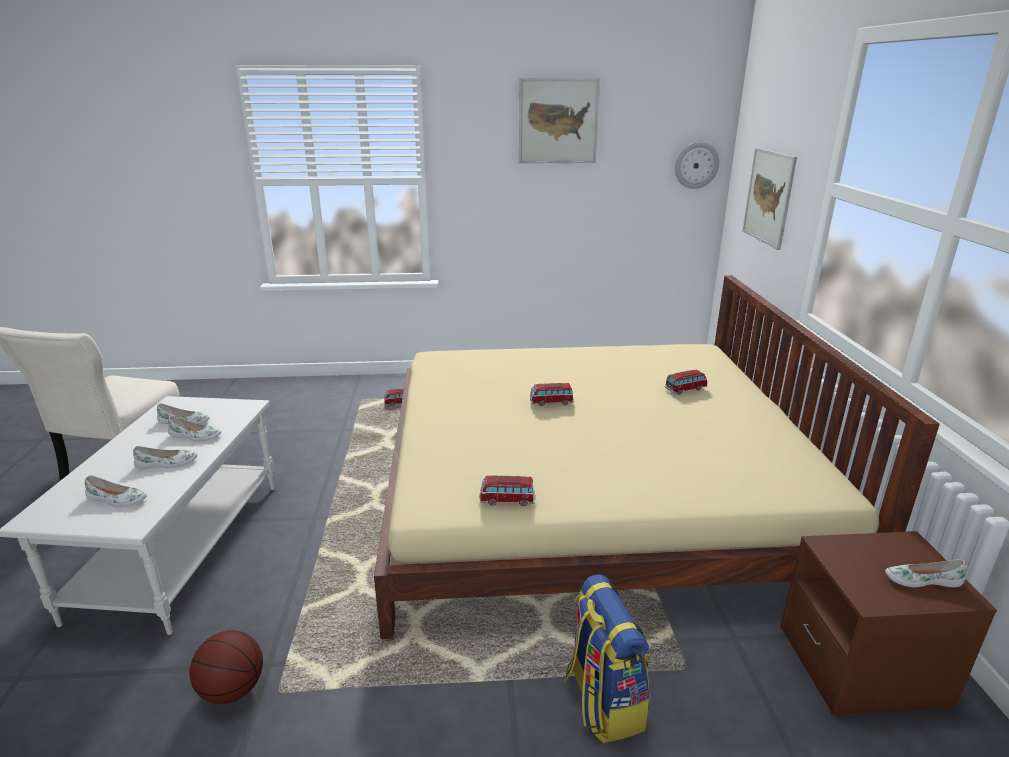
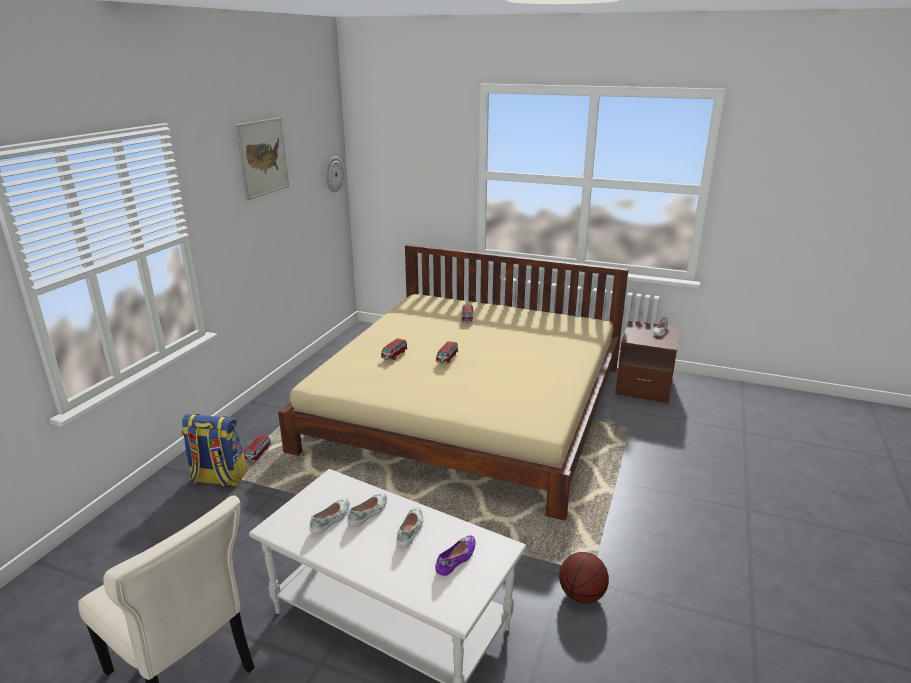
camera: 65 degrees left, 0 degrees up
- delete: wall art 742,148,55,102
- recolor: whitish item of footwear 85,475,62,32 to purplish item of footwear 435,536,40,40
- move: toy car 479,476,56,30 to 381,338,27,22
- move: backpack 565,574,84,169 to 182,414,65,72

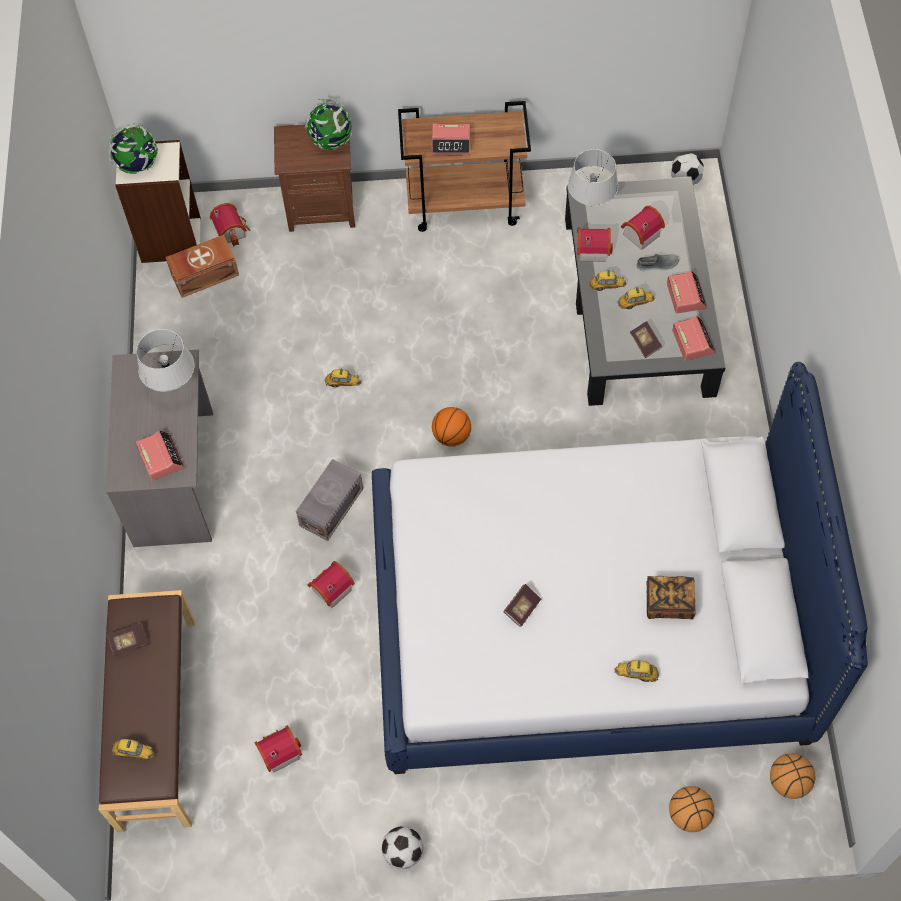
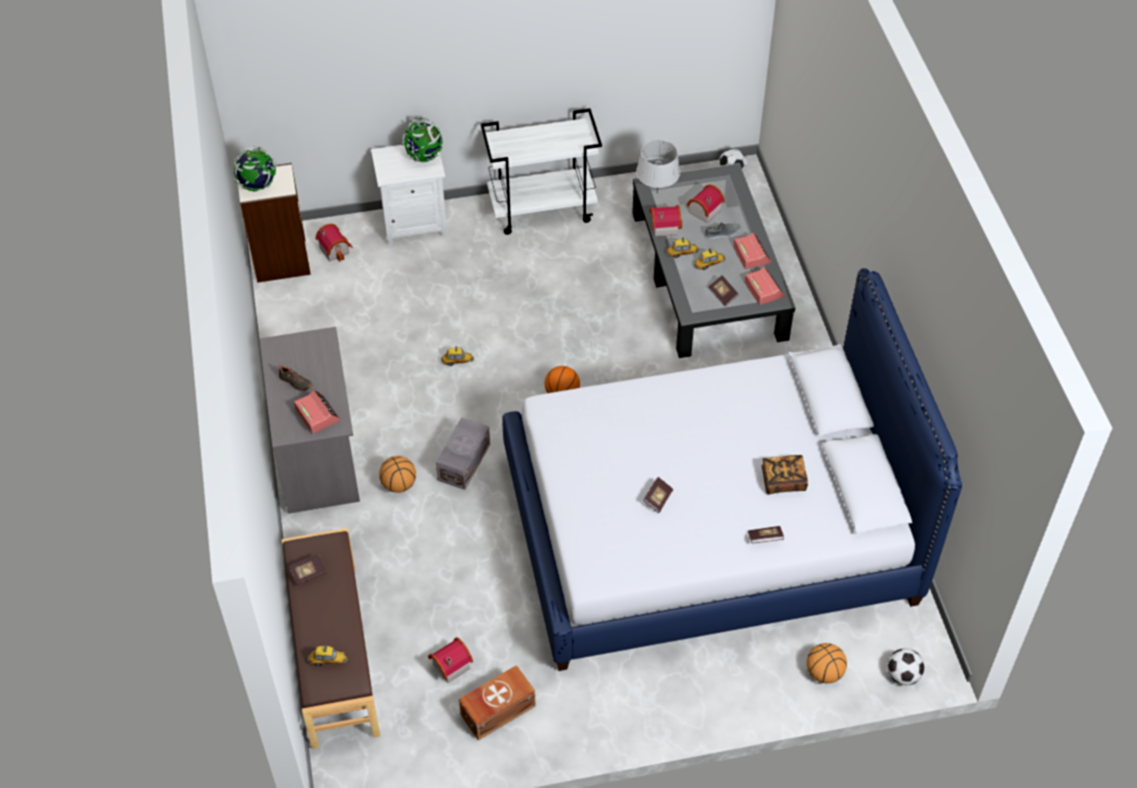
camera: 10 degrees left, 10 degrees down
- recolor: brown cart 398,101,133,131 to whitish cart 481,108,121,127
- recolor: brown bedside table 274,124,81,108 to whitish bedside table 371,145,76,100
- delete: alarm clock 432,124,38,31
- move: brown storage bin 166,235,73,63 to 459,665,77,75
- delete: grey table lamp 136,329,59,63
- delete: toy house 307,561,48,48
- replace: toy car 614,660,45,22 to bound book 748,526,36,18
- move: ball for basketball 770,753,45,46 to 379,456,37,37
- move: football ball 382,826,41,43 to 887,648,37,37
- insert: blackish item of footwear 278,364,34,27

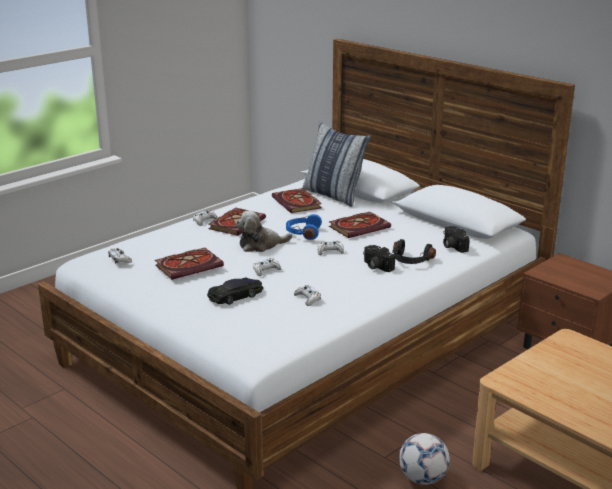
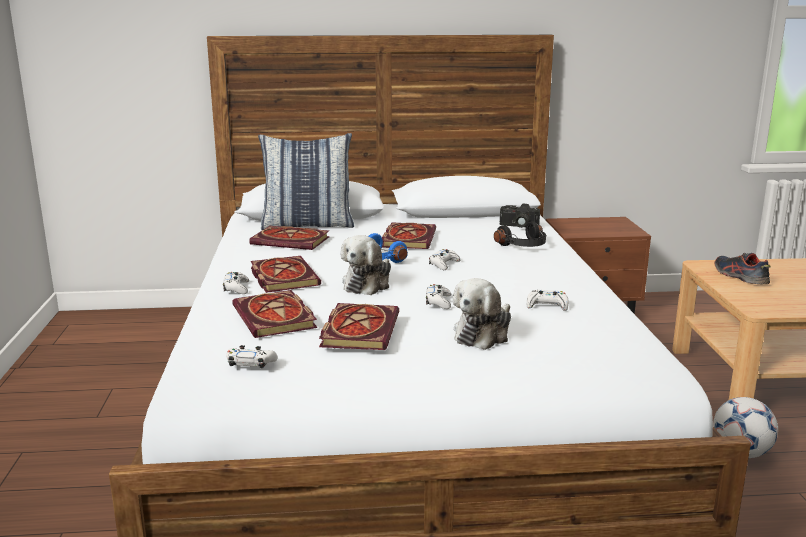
camera: 50 degrees left, 5 degrees down
- delete: photo camera 363,245,32,27
- replace: blackish toy car 207,278,56,27 to soft toy 453,278,58,72
- insert: item of footwear 715,253,56,32
- insert: bound book 232,290,85,48

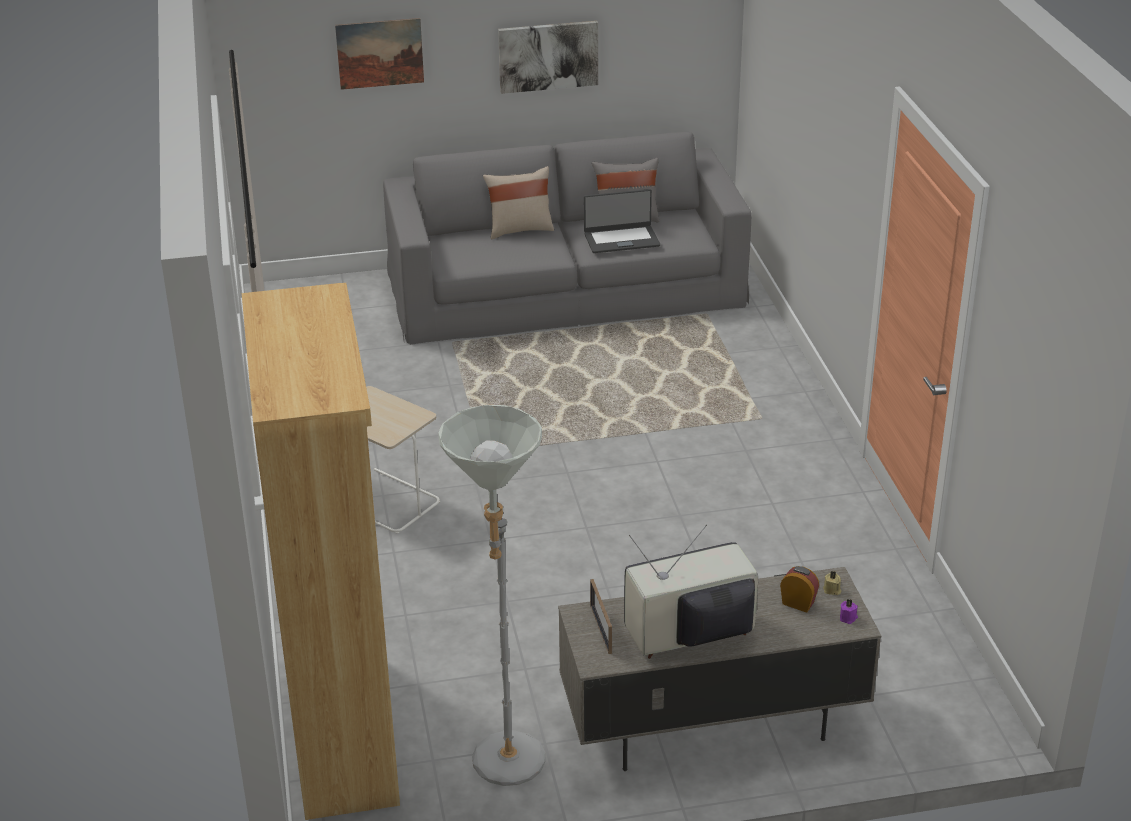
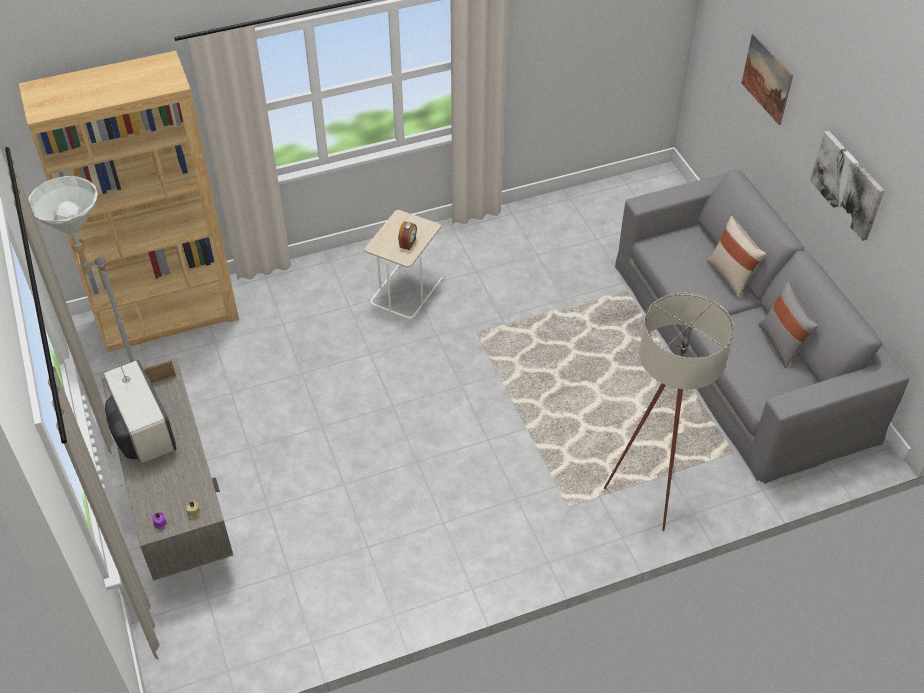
camera: 80 degrees right, 15 degrees up
- delete: portable computer 584,189,76,64
- move: alarm clock 780,566,39,47 to 398,222,19,28
- insert: sand-coloured standard lamp 604,293,130,238

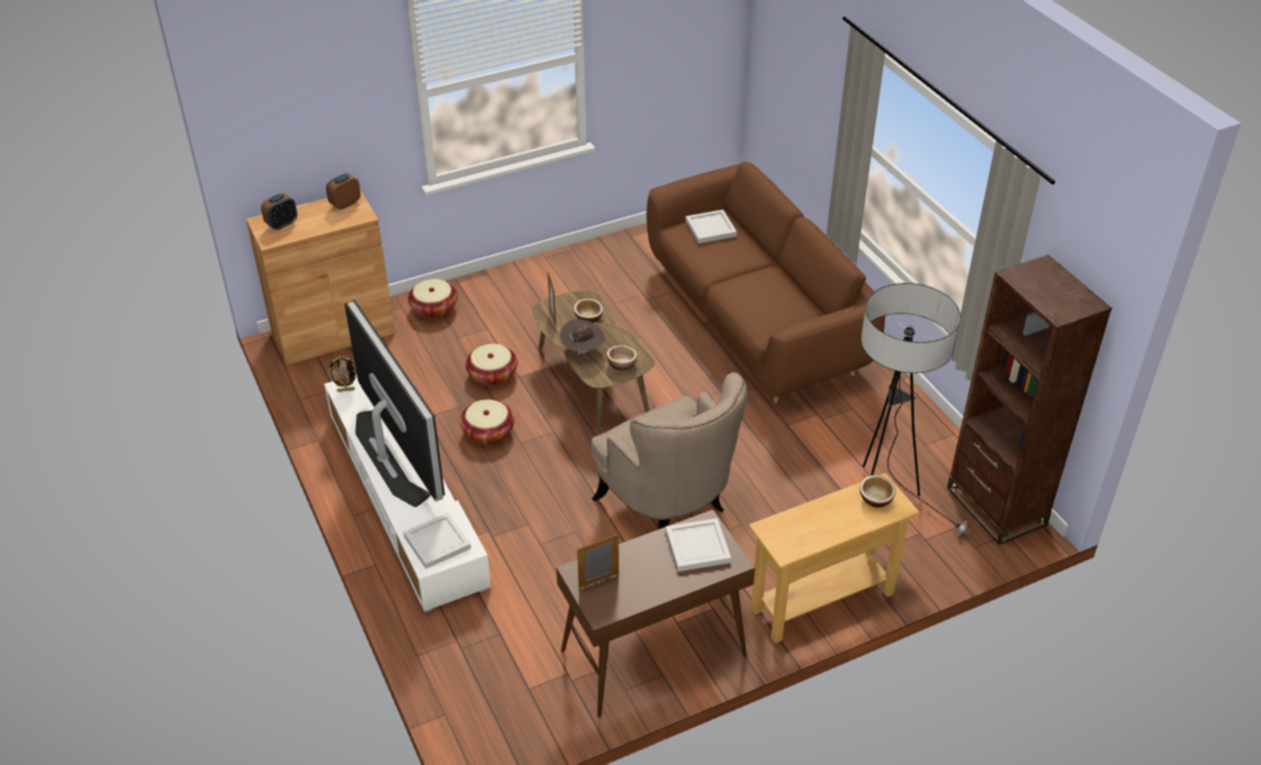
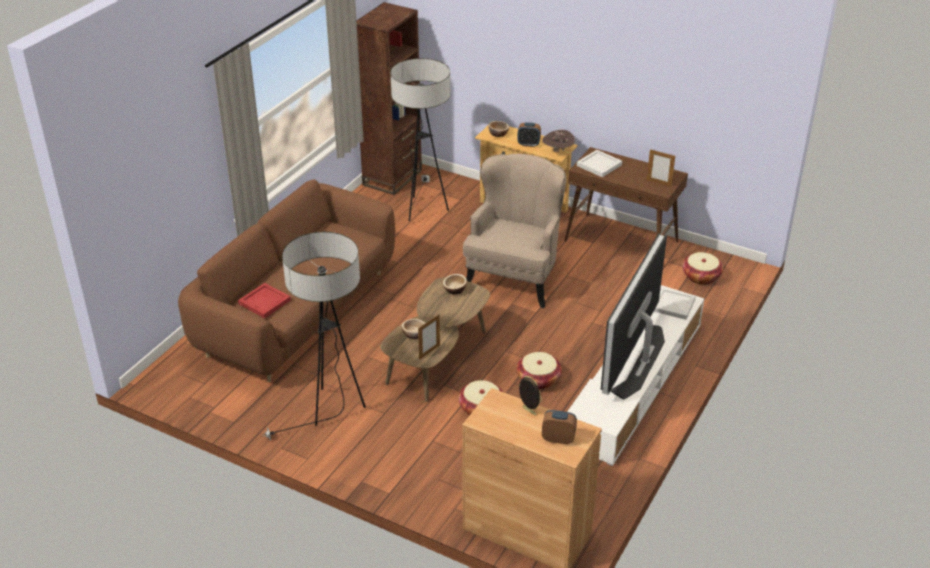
camera: 125 degrees left, 5 degrees down
- move: alarm clock 326,173,35,37 to 517,122,24,25
- recolor: whitish carrying tray 686,210,51,34 to reddish carrying tray 238,283,53,35
- move: storage basket 408,279,49,40 to 682,252,41,33
- move: brown wearable hat 560,319,45,36 to 542,130,33,22
- move: picture frame 327,356,30,36 to 519,376,23,39
- insert: standard lamp 262,232,104,209

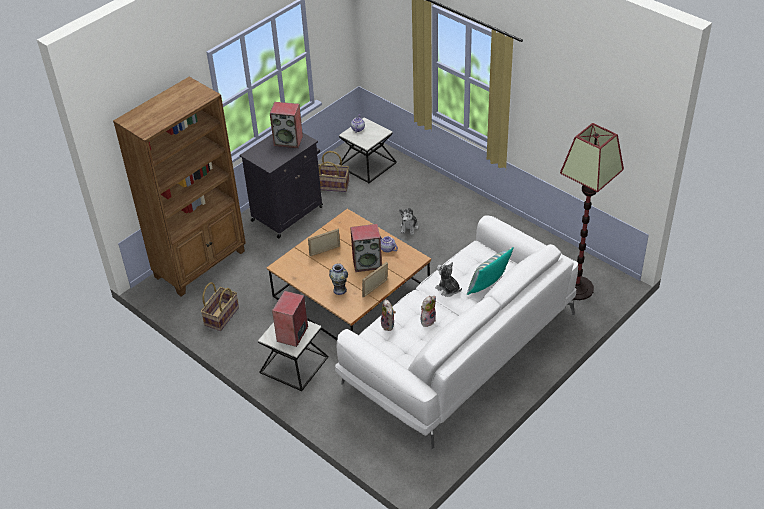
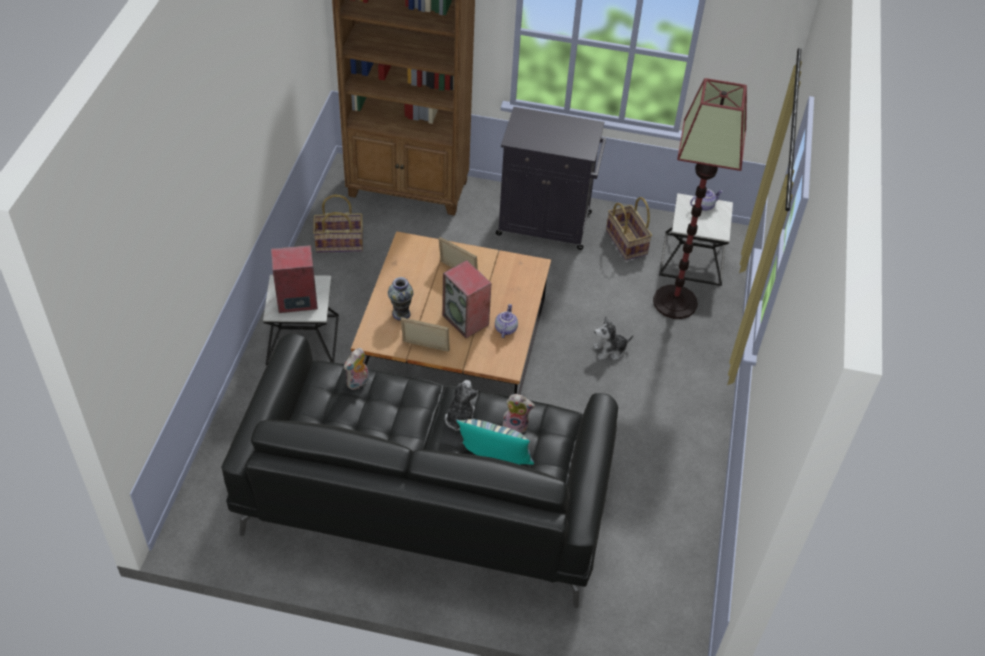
camera: 55 degrees right, 5 degrees up
- delete: loudspeaker 270,102,33,46
- move: standard lamp 560,123,64,177 to 653,78,94,241
- recolor: whitish sofa 335,215,243,234 to blackish sofa 221,333,397,275
- move: soft toy 421,296,15,31 to 502,394,33,39

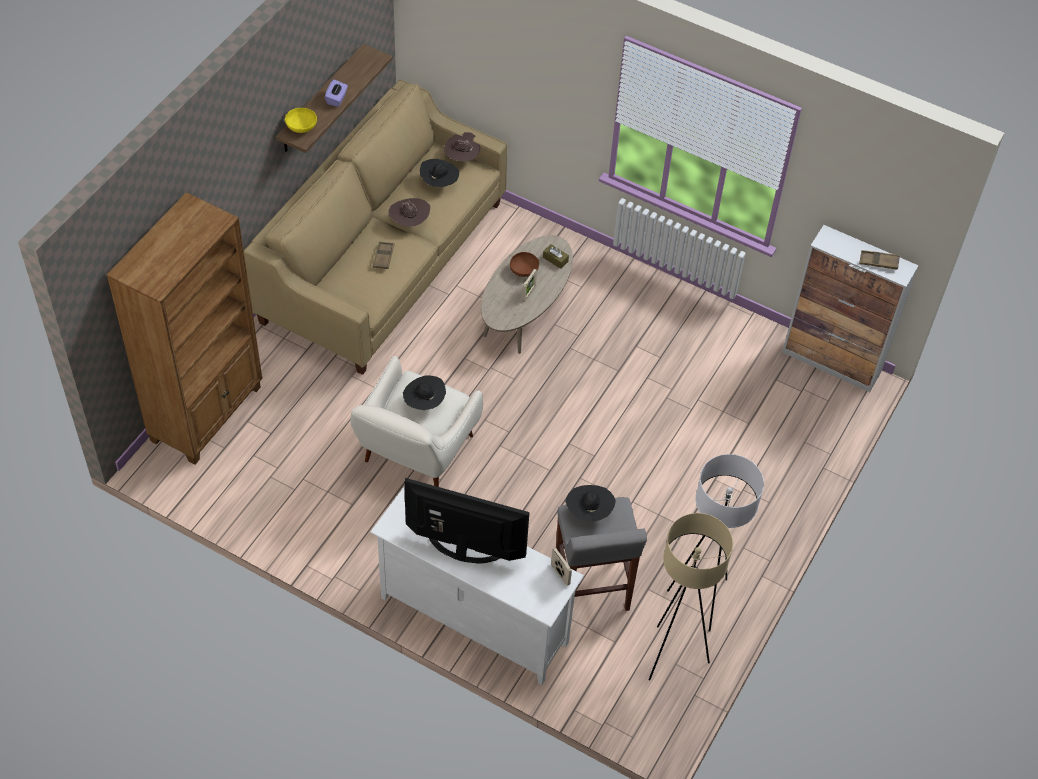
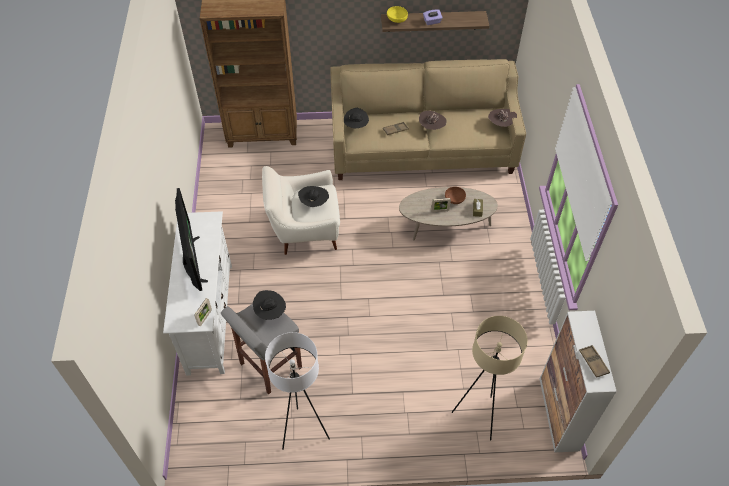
camera: 60 degrees right, 0 degrees up
- move: blackish wearable hat 420,159,39,29 to 344,108,25,21
- move: sand-coloured standard lamp 648,513,85,168 to 452,316,76,125

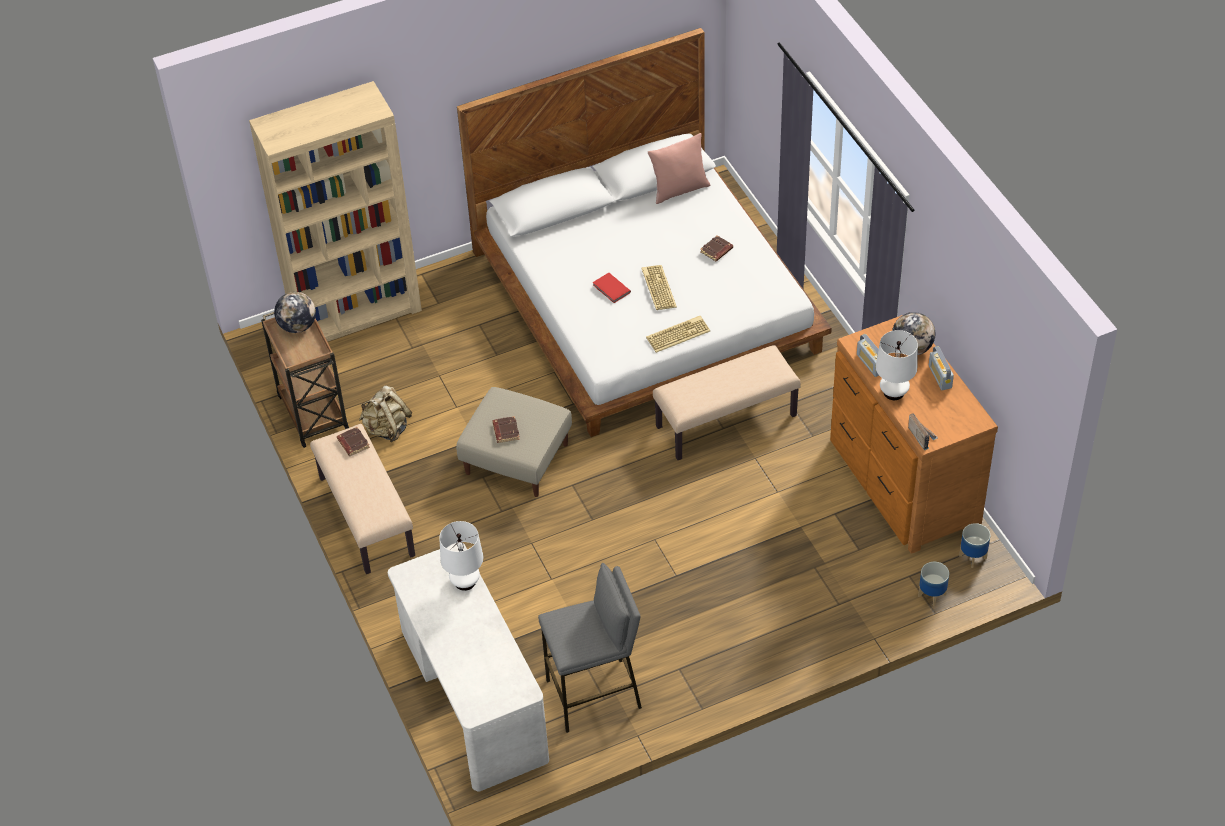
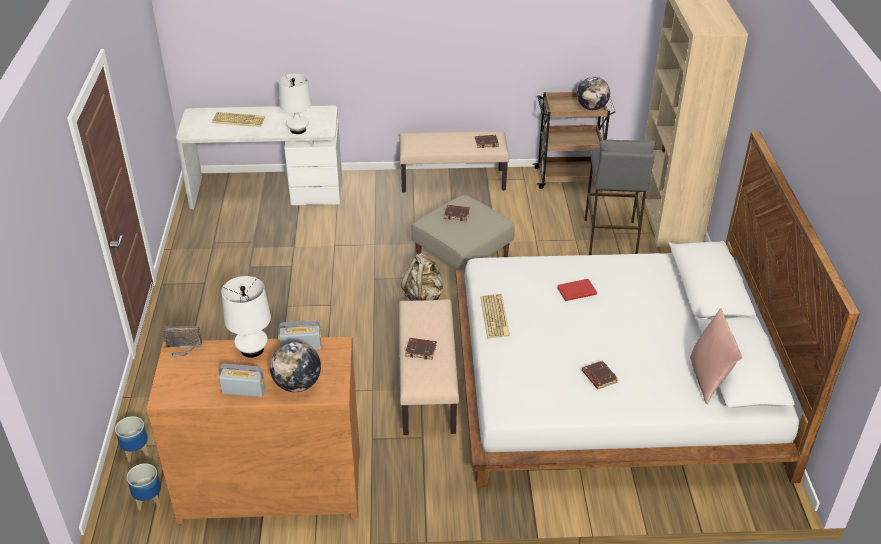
camera: 110 degrees right, 10 degrees down
- move: computer keyboard 641,265,36,45 to 212,112,53,15
- move: sand-coloured backpack 359,385,53,57 to 401,253,43,48
- move: grey sitting stool 538,563,104,170 to 585,139,70,116
- insert: brown bound book 405,338,32,22

